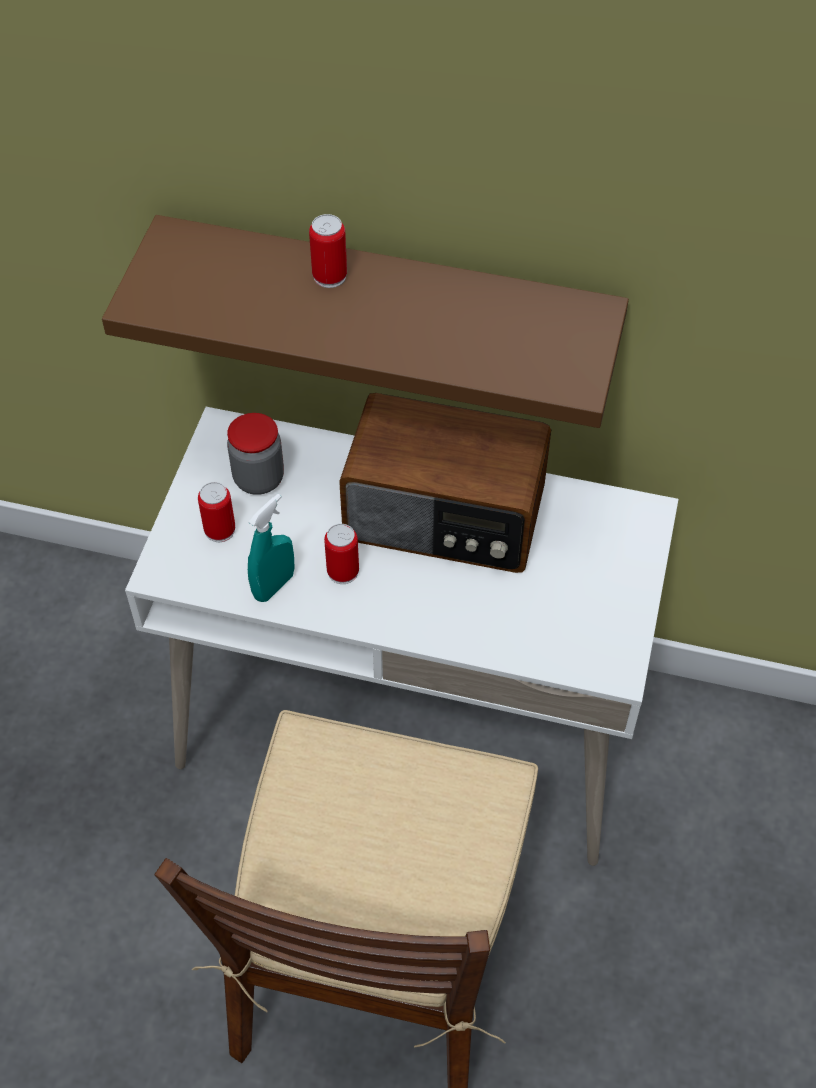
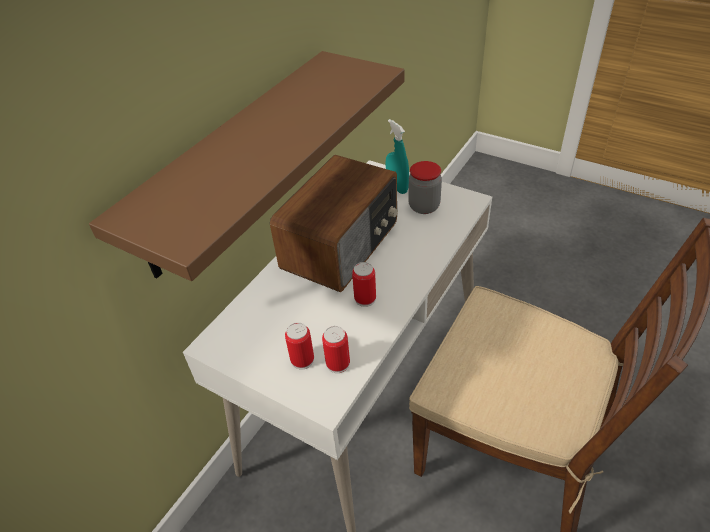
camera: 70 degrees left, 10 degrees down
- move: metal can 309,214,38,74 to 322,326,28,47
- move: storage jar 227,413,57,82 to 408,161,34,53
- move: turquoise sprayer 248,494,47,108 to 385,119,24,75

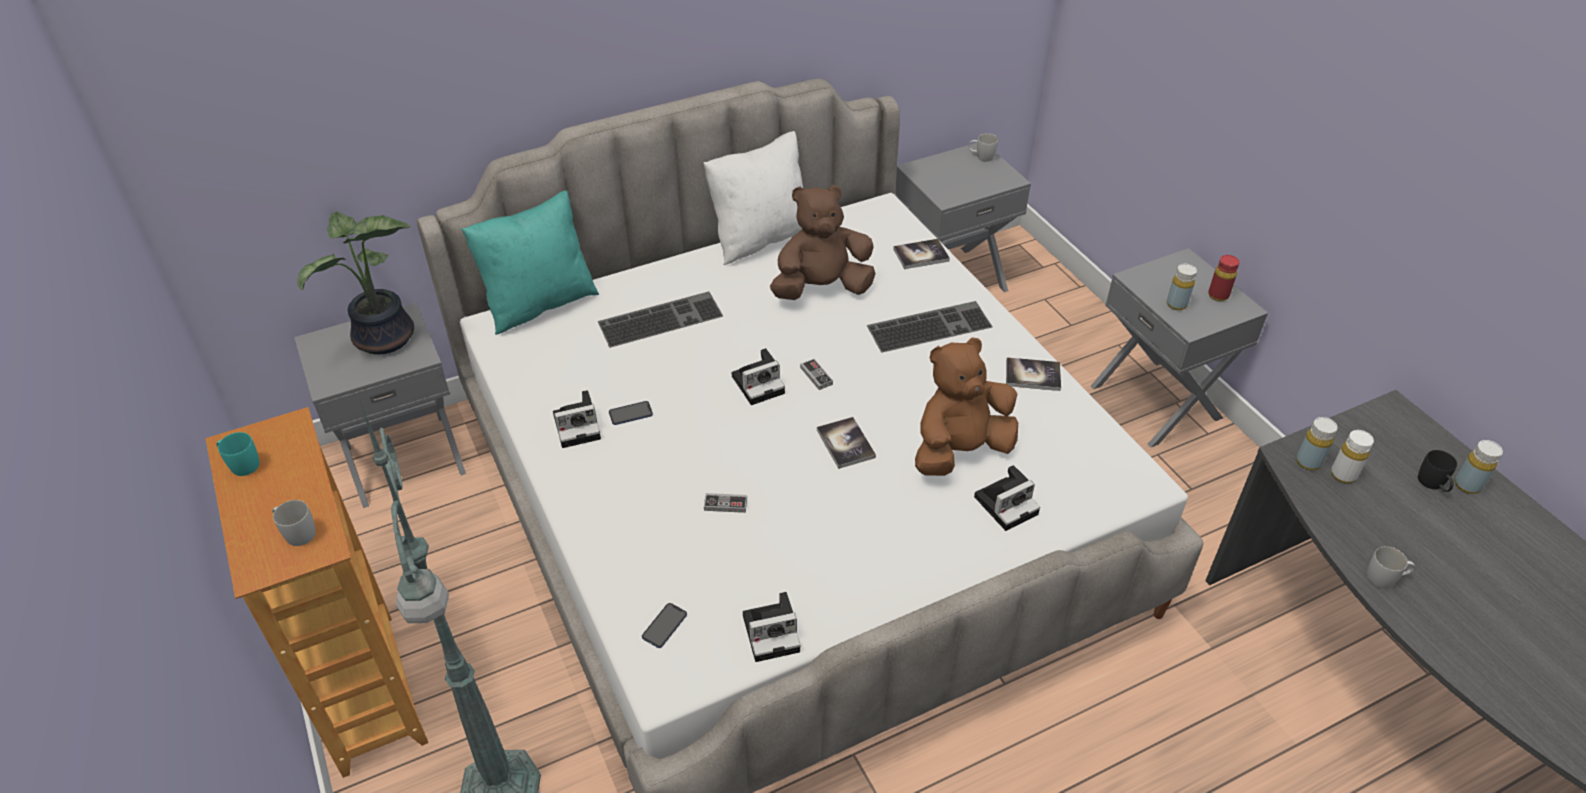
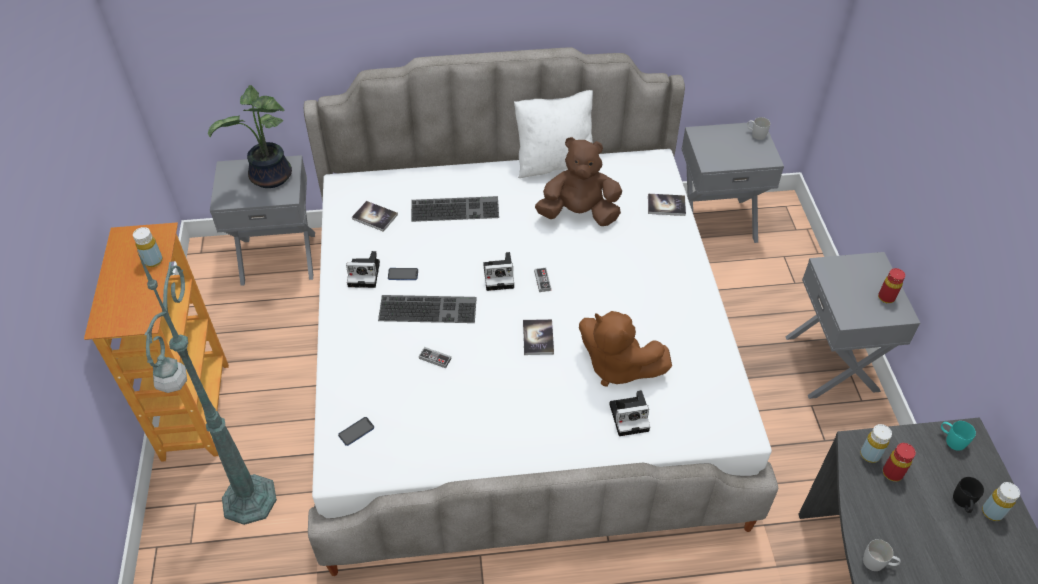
camera: 20 degrees right, 5 degrees up
- delete: turquoise throw pillow 462,190,137,145
- move: yellow bottle 1167,264,30,46 to 133,227,30,40
- move: computer keyboard 867,301,125,52 to 378,295,99,28
- rotate: brown soft toy 915,337,103,139 = 579,311,93,76 135 degrees counterclockwise
- move: bound book 1006,357,55,34 to 352,201,46,31
- recolor: whitish bottle 1331,430,43,54 to reddish bottle 883,443,33,39
- move: turquoise coffee mug 216,432,44,44 to 941,421,35,30
- delete: whitish coffee mug 272,500,44,46
- delete: photo camera 743,592,58,70

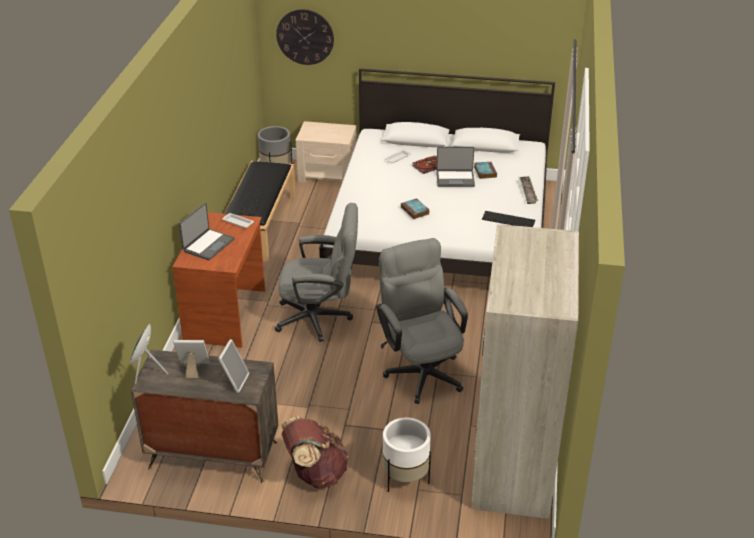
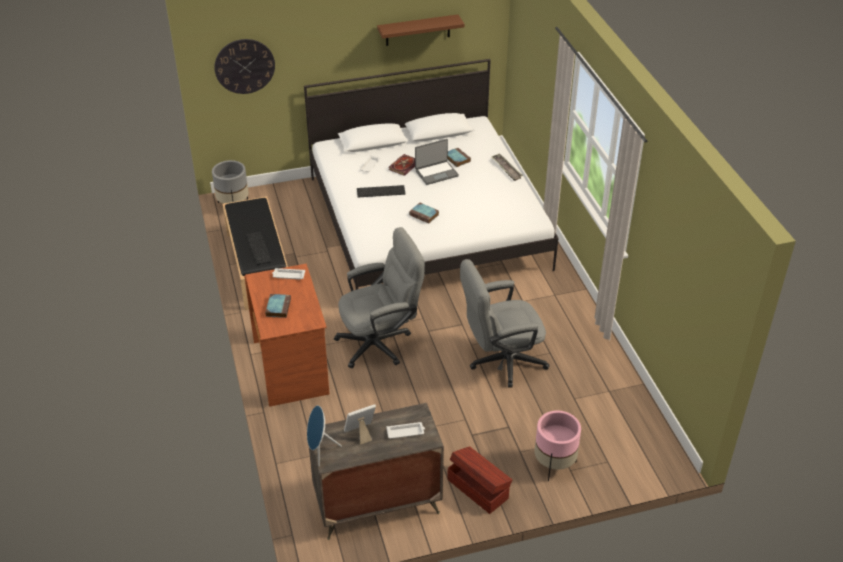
camera: 25 degrees left, 5 degrees up
- delete: sand-coloured bedside table 296,121,61,62
- replace: portable computer 179,203,55,58 to bound book 265,294,26,24
- move: computer keyboard 482,211,53,16 to 357,185,48,12
- delete: sand-coloured wardrobe 471,224,108,295
- rotate: grey desk chair 376,238,92,166 = 460,259,89,129 60 degrees counterclockwise
- replace: picture frame 218,339,32,54 to whitish carrying tray 386,422,39,17
- replace: brown backpack 281,416,68,73 to brown storage bin 447,446,65,68
- recolor: whitish flower pot 382,418,49,74 to pink flower pot 534,411,47,71
- insert: brown shelf 377,14,87,32

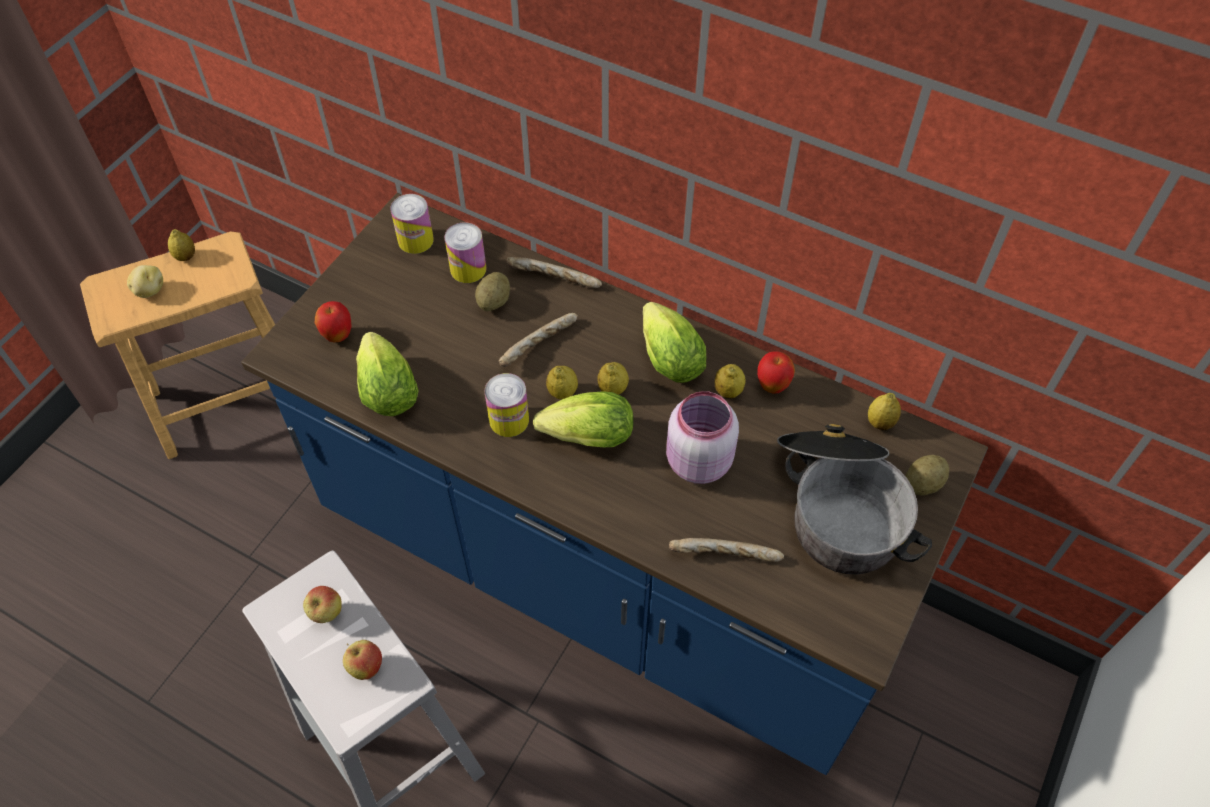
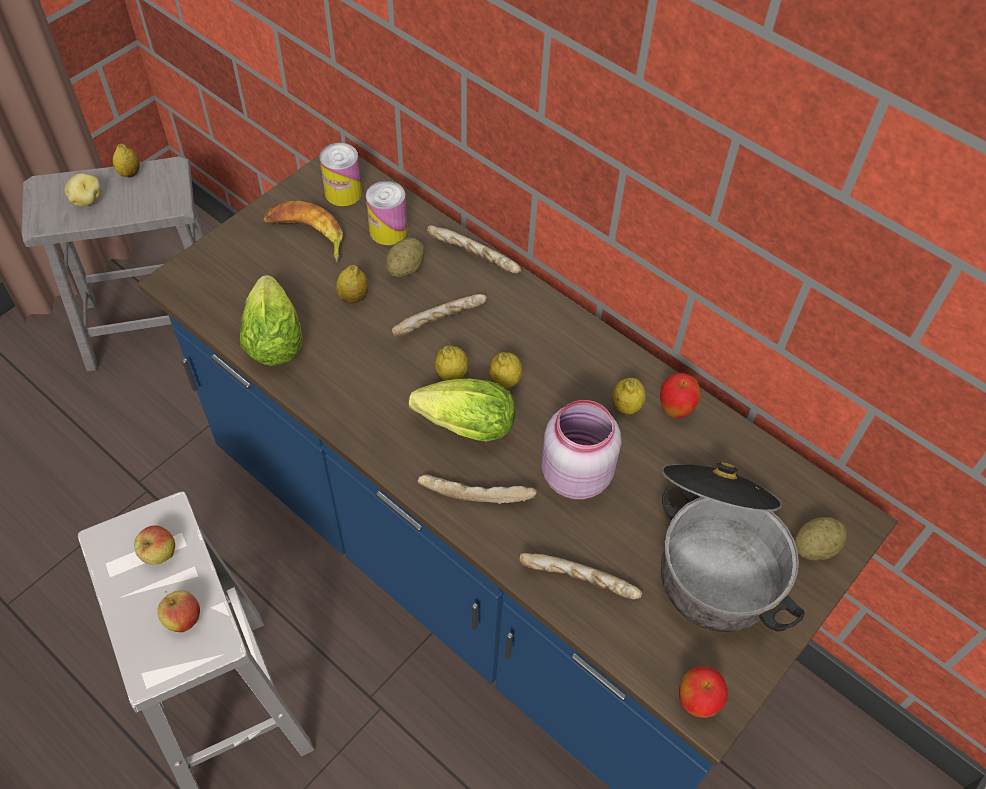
camera: 10 degrees right, 0 degrees up
- recolor: brown sitting stool 80,232,195,227 to grey sitting stool 22,156,184,215
- move: apple fruit 315,301,36,41 to 679,666,49,52
- delete: lettuce head 643,302,63,81
- delete: metal can 485,373,44,64
- move: citrus fruit 868,393,33,37 to 336,265,32,39
- insert: banana 263,201,80,61
- insert: baked bread 418,475,119,29

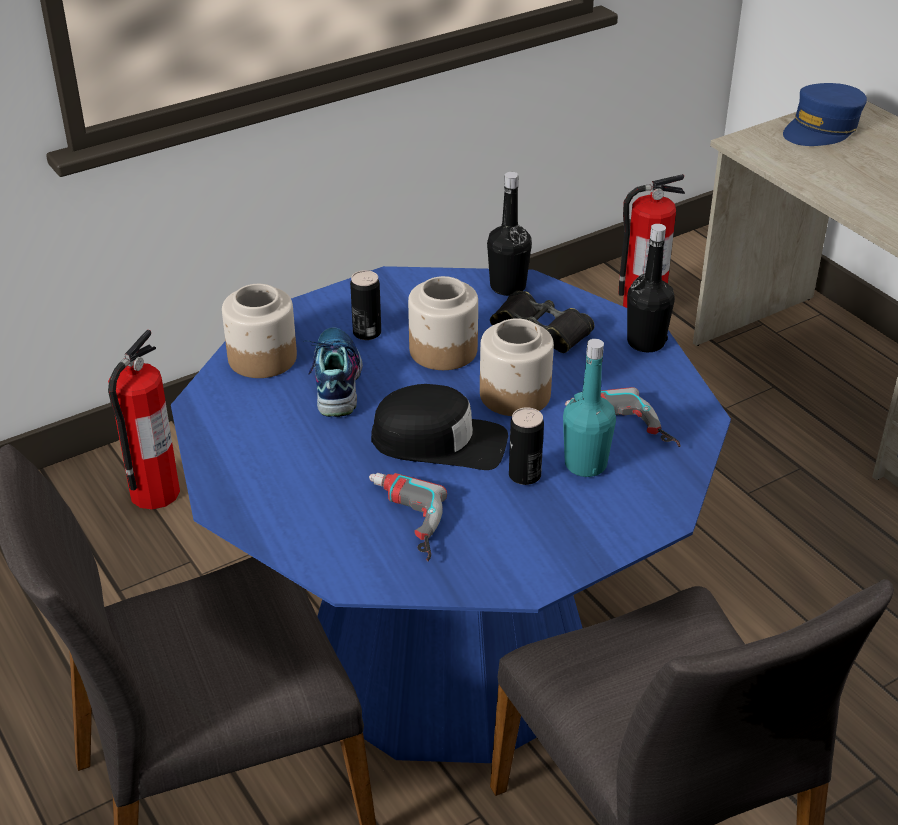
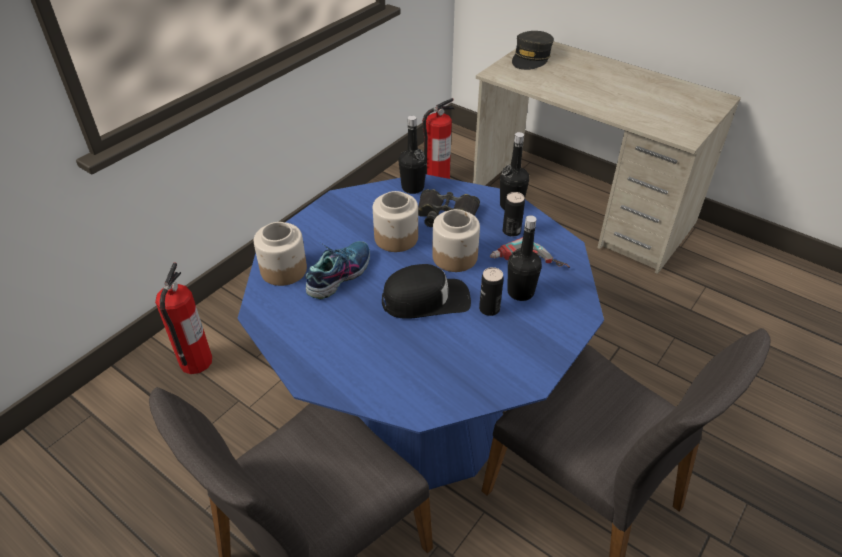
camera: 20 degrees left, 5 degrees up
- recolor: bluish peaked cap 783,83,84,63 to grey peaked cap 512,31,42,39
- move: metal can 350,270,31,70 to 503,192,22,45
- rotate: item of footwear 309,327,54,90 = 305,241,65,58 60 degrees clockwise
- recolor: turquoise bottle 563,339,53,138 to blackish bottle 508,215,34,86
- delete: electric drill 369,473,78,88

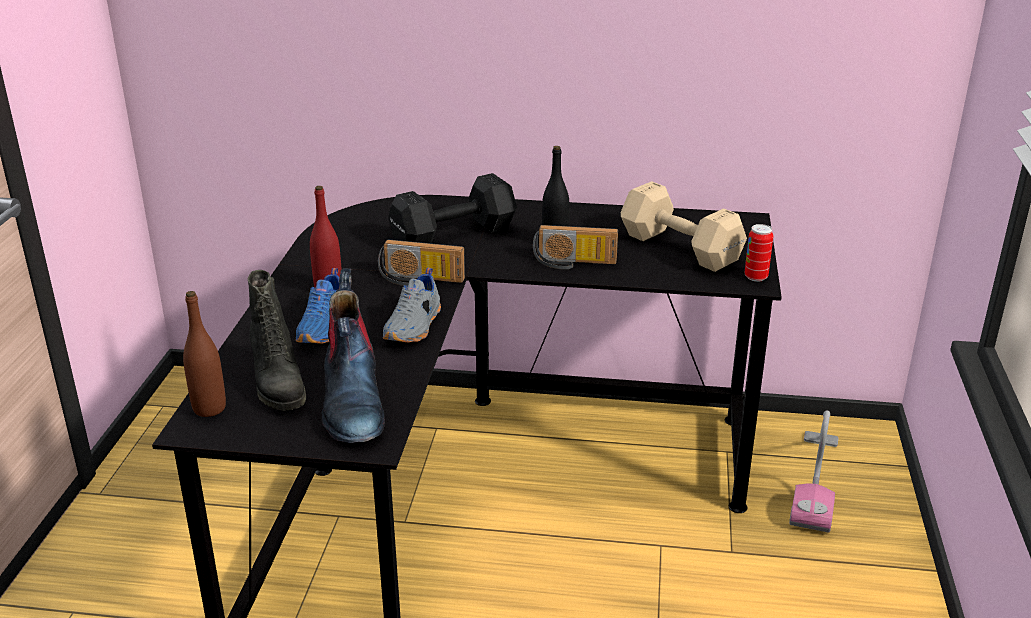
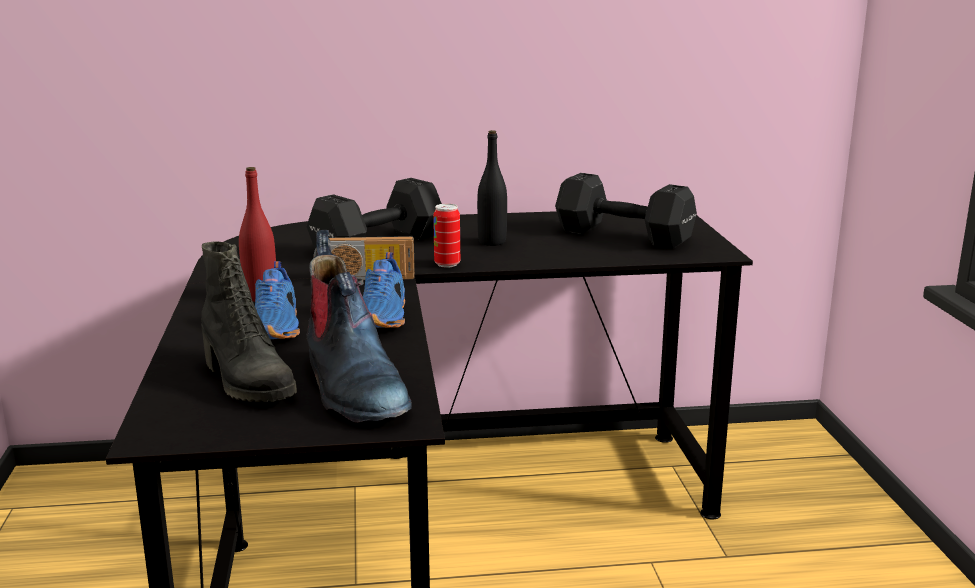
camera: 15 degrees left, 10 degrees down
- recolor: sand-coloured free weight 621,181,126,91 to blackish free weight 555,173,142,76
- move: metal can 744,224,29,58 to 433,204,27,64
- delete: radio set 533,225,85,44
- recolor: grey item of footwear 383,268,58,75 to bluish item of footwear 363,252,42,76
- delete: brown bottle 183,291,43,126
- delete: vacuum 789,410,50,123

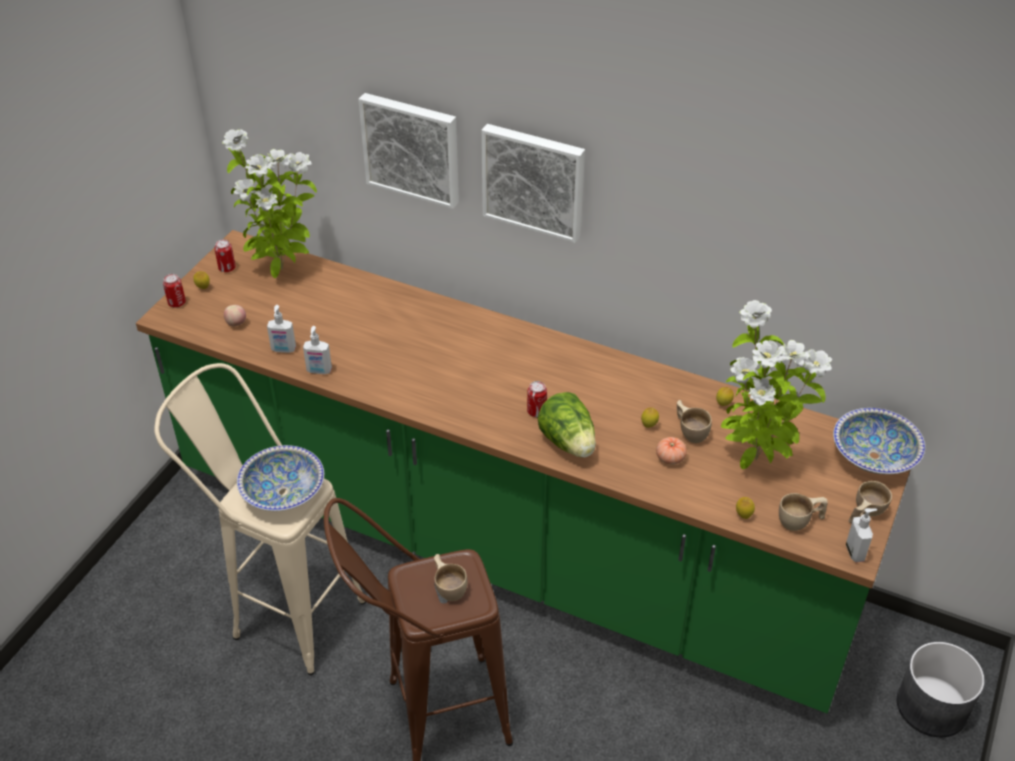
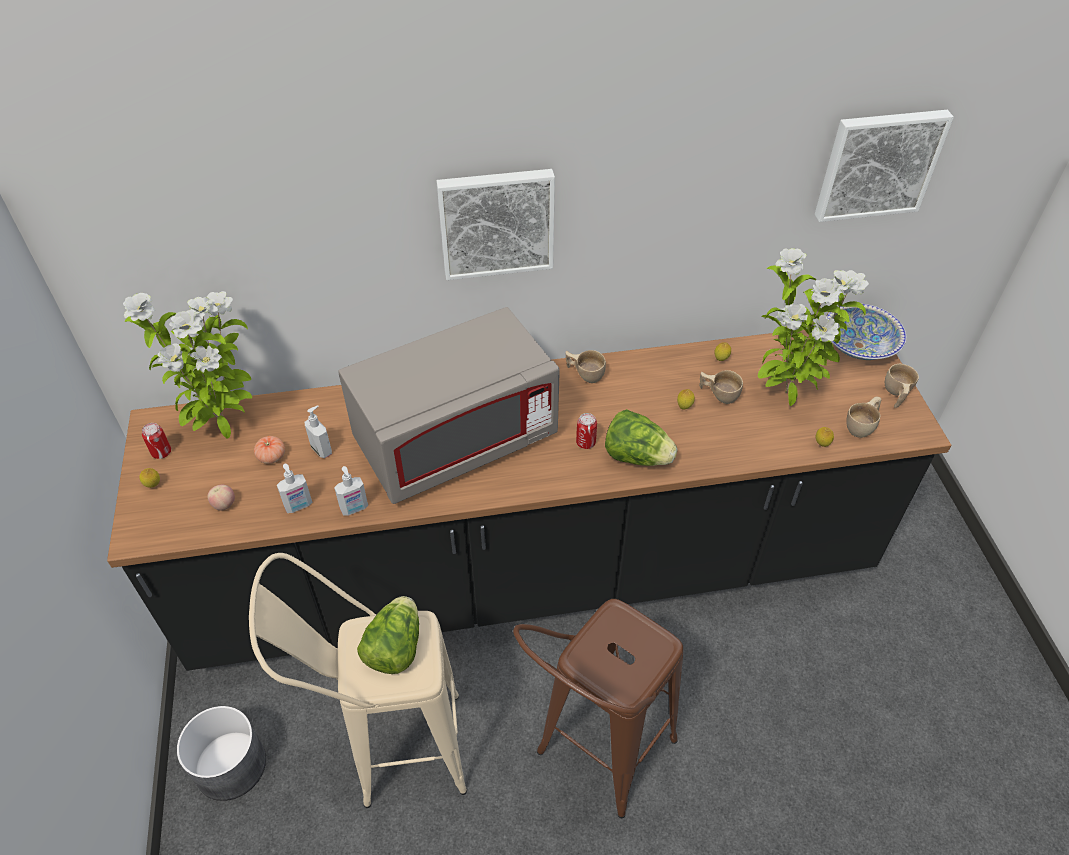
camera: 35 degrees left, 5 degrees up
- move: wall art 358,93,101,116 to 815,110,139,112
- recolor: green kitchen base unit 136,230,774,483 to blackish kitchen base unit 107,330,844,341
- delete: metal can 163,274,23,34
- move: tomato 656,437,31,28 to 254,436,31,28
- replace: serving bowl 237,445,87,66 to lettuce head 357,596,62,78
- move: soap dispenser 846,508,31,54 to 304,406,28,52
- move: sand-coloured small cup 434,554,33,47 to 566,350,40,33
- move: grey flower pot 897,642,88,95 to 177,706,89,95
- insert: grey microwave 338,307,222,197

